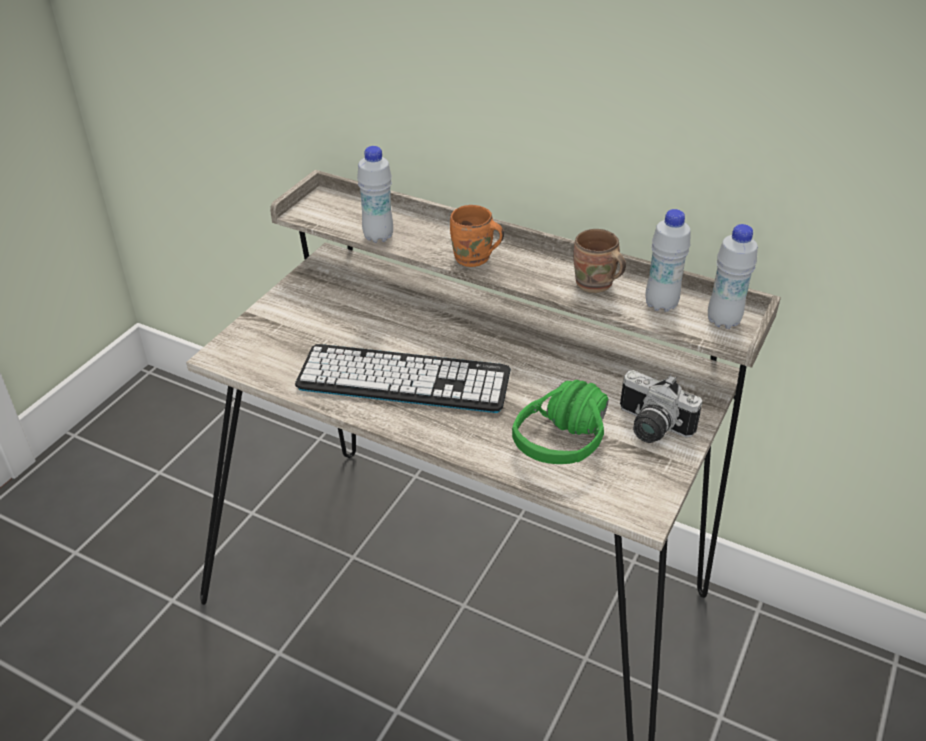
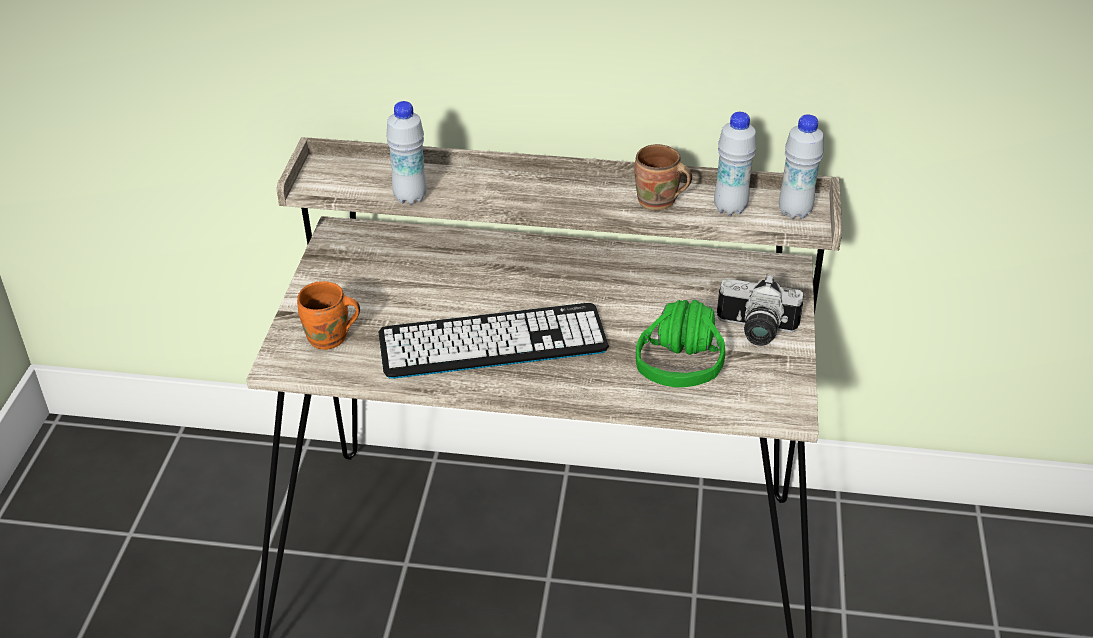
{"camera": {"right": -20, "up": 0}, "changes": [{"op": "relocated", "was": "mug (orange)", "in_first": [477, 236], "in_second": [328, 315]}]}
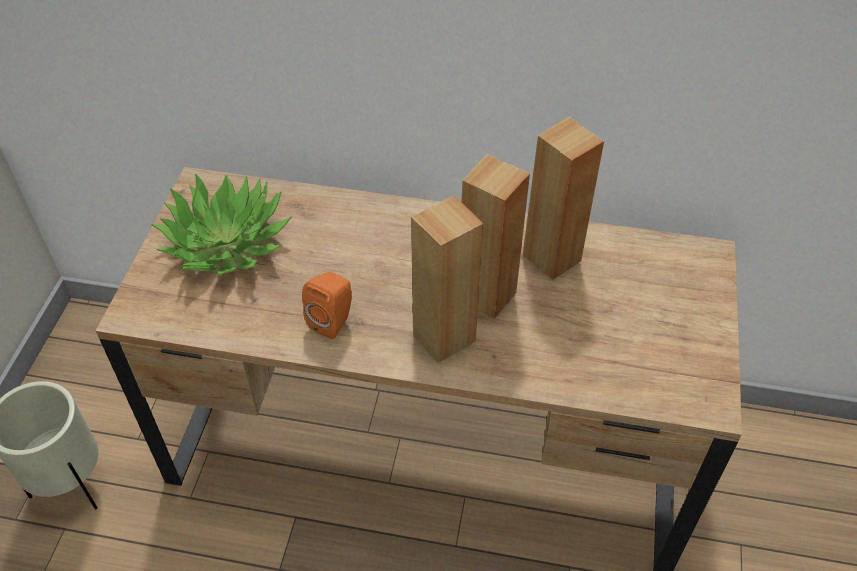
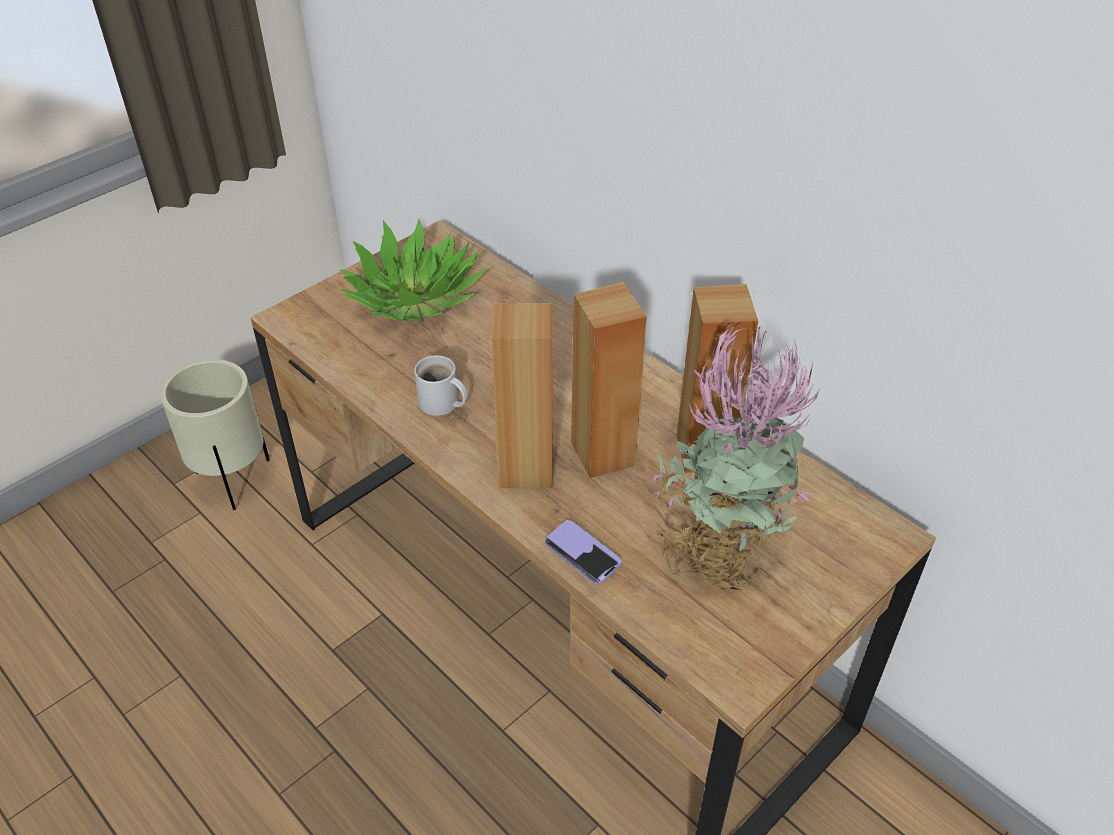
{"camera": {"right": 35, "up": -5}, "changes": [{"op": "exchanged", "was": "loudspeaker (orange)", "now": "mug (white)", "in_first": [327, 305], "in_second": [441, 385]}, {"op": "appeared", "now": "phone", "in_second": [583, 552]}, {"op": "appeared", "now": "plant in a pot", "in_second": [736, 456]}]}
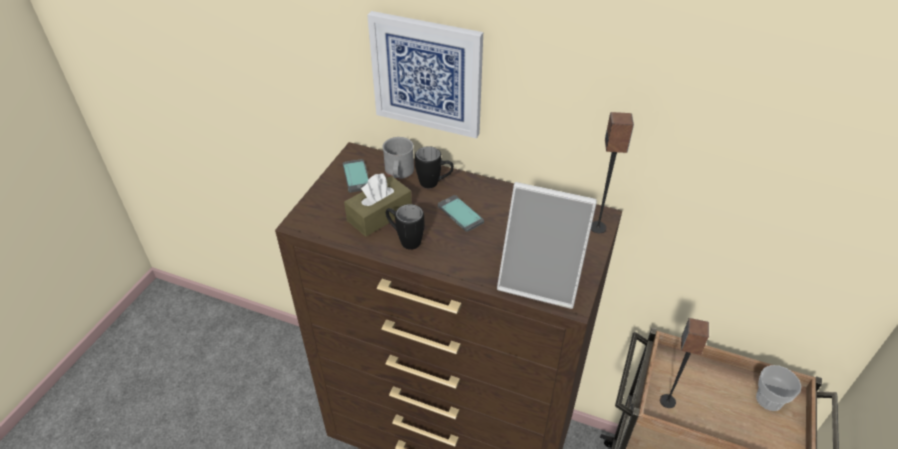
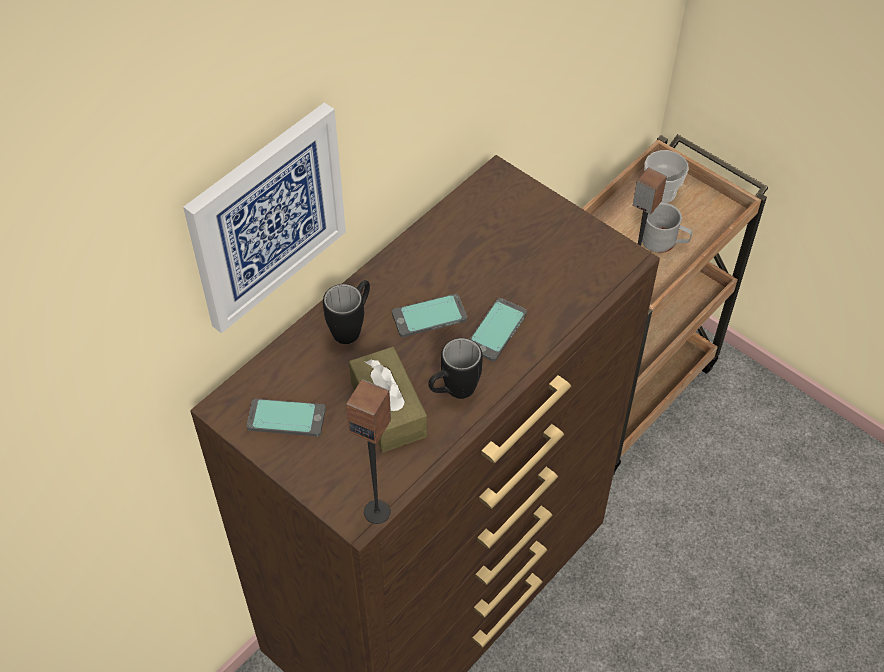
{"camera": {"right": -70, "up": 10}, "changes": [{"op": "relocated", "was": "loudspeaker", "in_first": [612, 172], "in_second": [368, 451]}, {"op": "appeared", "now": "phone", "in_second": [498, 329]}, {"op": "relocated", "was": "mug (gray)", "in_first": [398, 158], "in_second": [667, 228]}, {"op": "missing", "was": "standing frame", "in_first": [547, 245]}]}
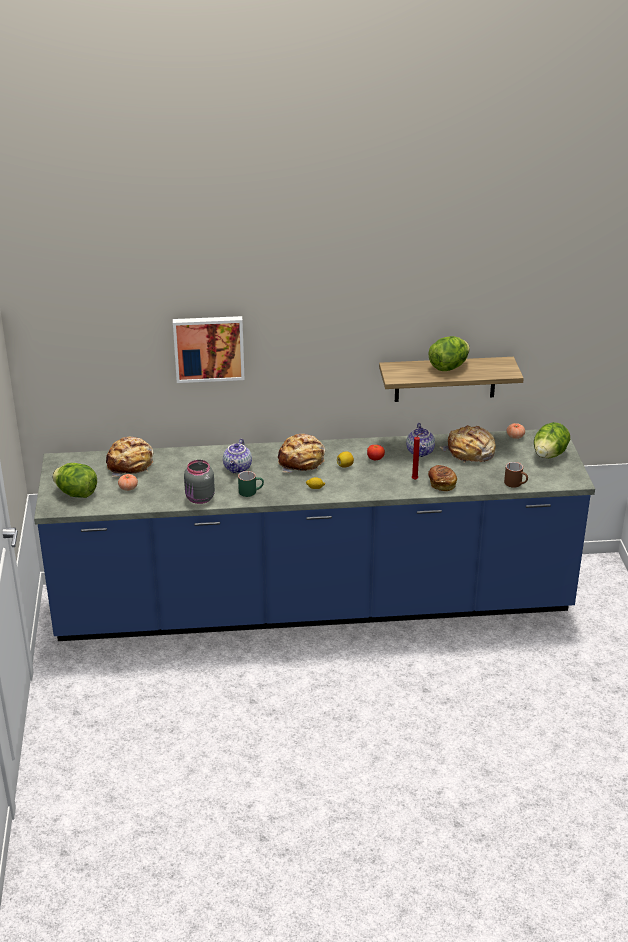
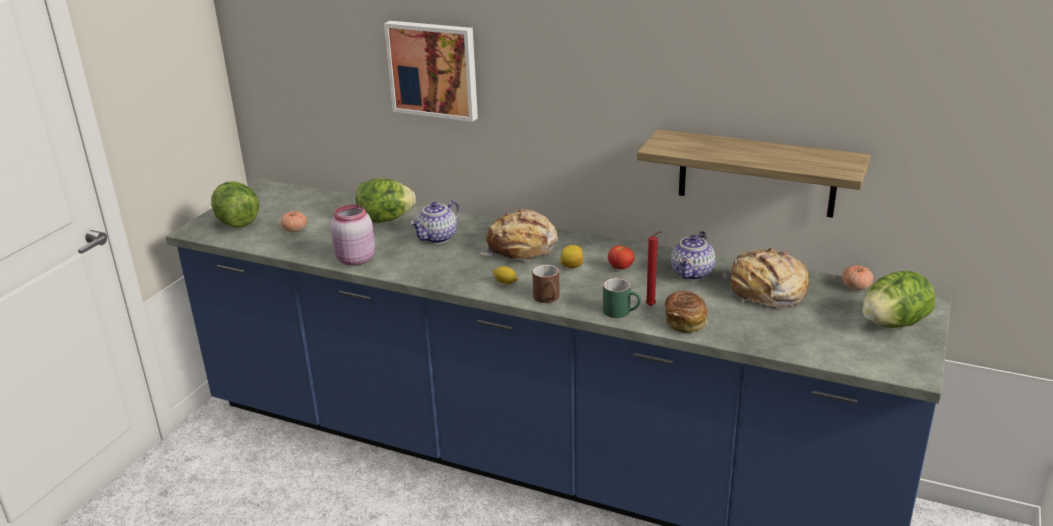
{"camera": {"right": 30, "up": -5}, "changes": [{"op": "colour", "was": "storage jar (gray)", "now": "storage jar (pink-coloured)", "in_first": [199, 482], "in_second": [353, 235]}, {"op": "relocated", "was": "lettuce", "in_first": [449, 353], "in_second": [386, 200]}, {"op": "relocated", "was": "mug (brown-coloured)", "in_first": [516, 475], "in_second": [545, 284]}, {"op": "relocated", "was": "mug (green-coloured)", "in_first": [251, 484], "in_second": [622, 298]}, {"op": "missing", "was": "bakery bread", "in_first": [129, 457]}]}
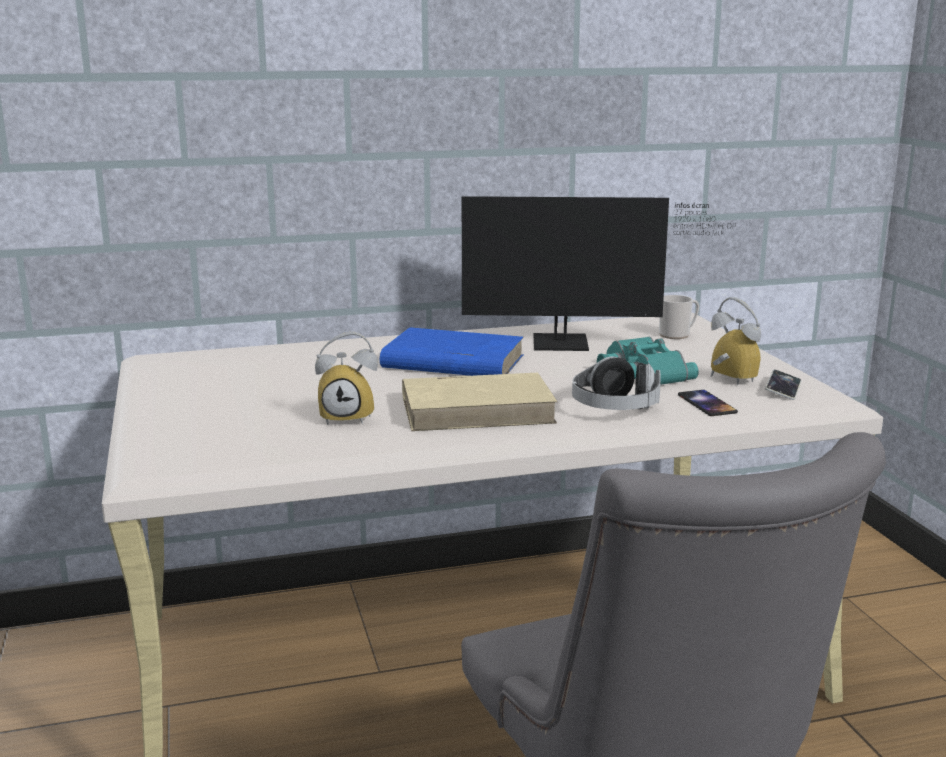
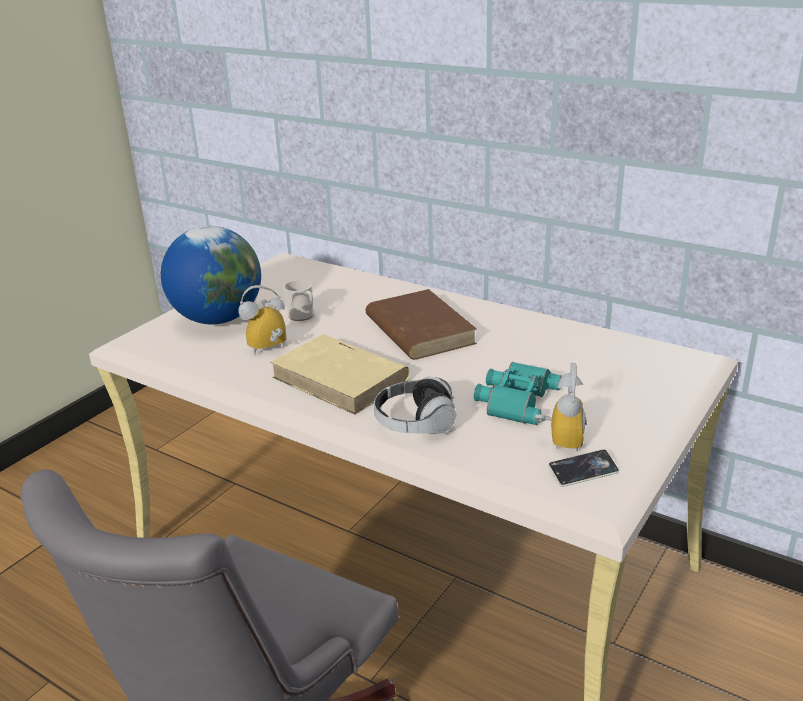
{"camera": {"right": 50, "up": 10}, "changes": [{"op": "appeared", "now": "globe", "in_second": [211, 275]}, {"op": "spun", "was": "alarm clock", "in_first": [346, 378], "in_second": [262, 319], "clockwise": 105}, {"op": "relocated", "was": "mug", "in_first": [679, 317], "in_second": [298, 300]}, {"op": "colour", "was": "book (blue-coloured)", "now": "book (brown-coloured)", "in_first": [452, 351], "in_second": [421, 324]}, {"op": "missing", "was": "computer display", "in_first": [598, 273]}, {"op": "missing", "was": "phone", "in_first": [708, 403]}]}
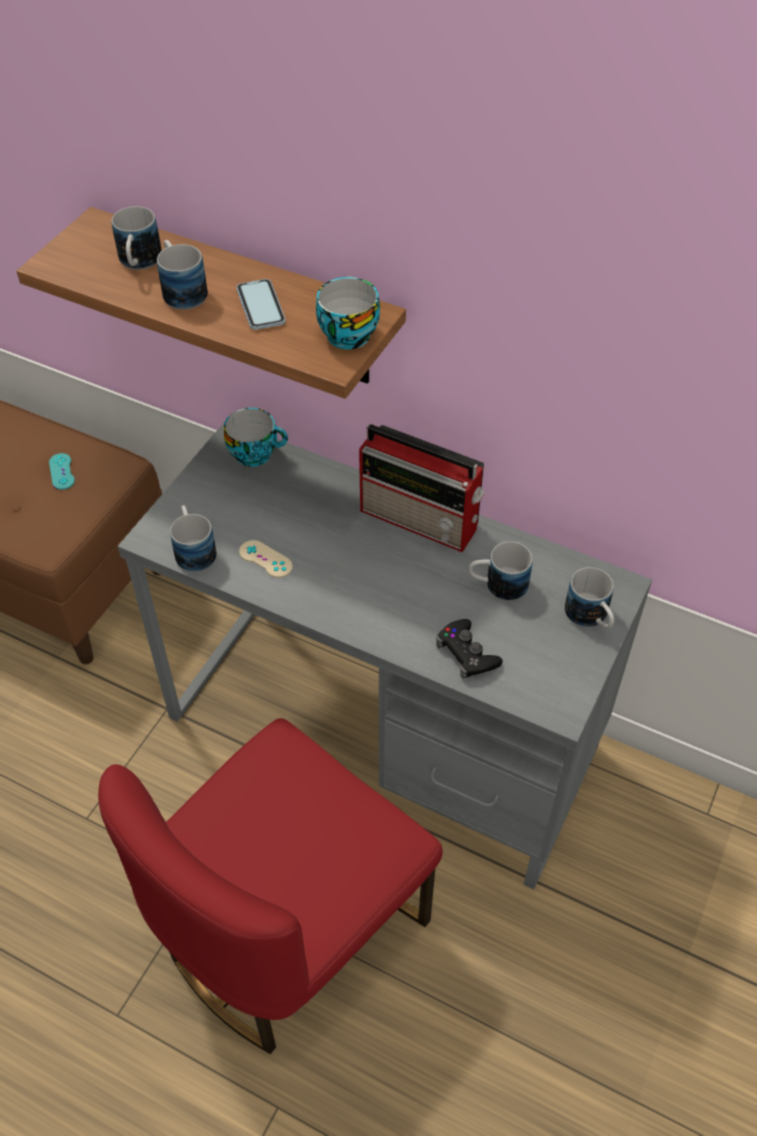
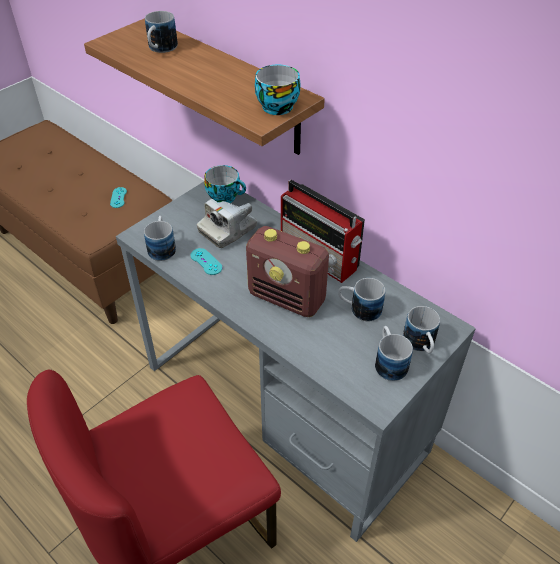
{"camera": {"right": 15, "up": -5}, "changes": [{"op": "colour", "was": "game controller (beige-coloured)", "now": "game controller (turquoise-coloured)", "in_first": [266, 559], "in_second": [206, 261]}, {"op": "appeared", "now": "still camera", "in_second": [227, 223]}, {"op": "appeared", "now": "radio receiver", "in_second": [287, 271]}, {"op": "relocated", "was": "mug", "in_first": [182, 275], "in_second": [394, 353]}, {"op": "missing", "was": "phone", "in_first": [261, 304]}, {"op": "missing", "was": "game controller (black)", "in_first": [469, 649]}]}
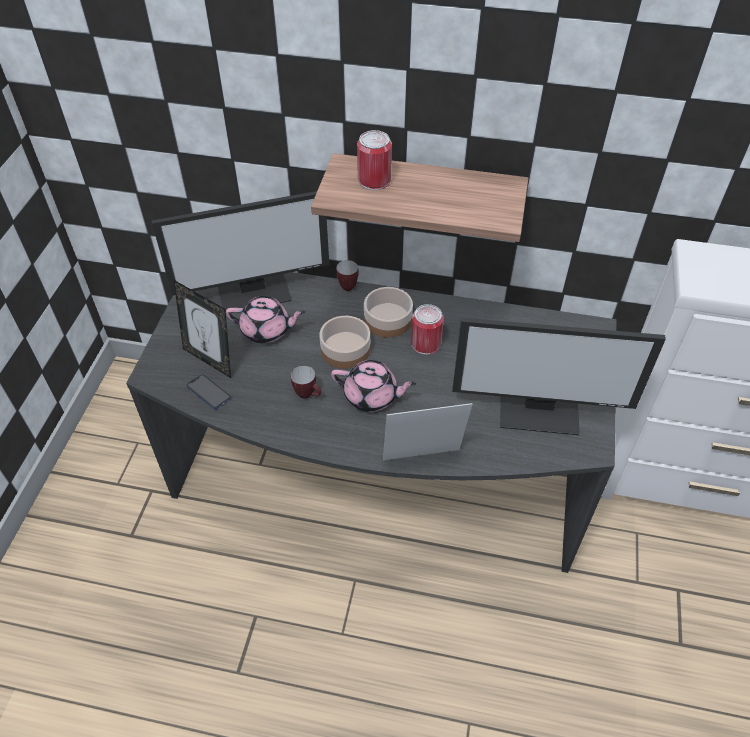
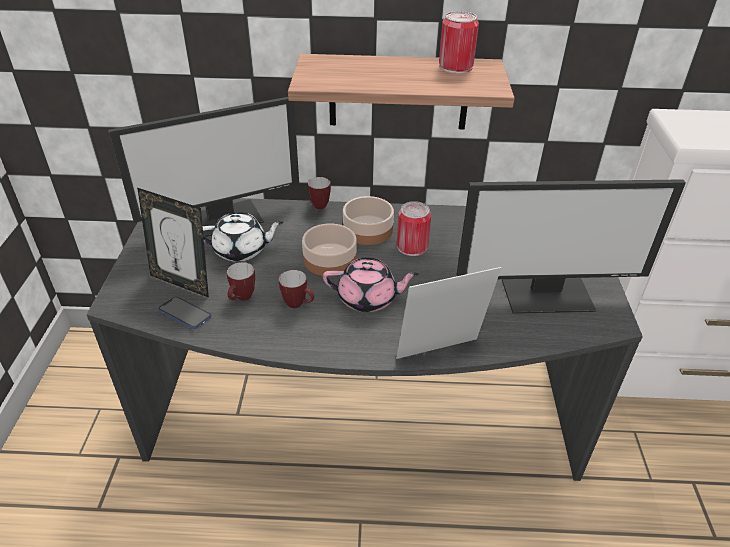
{"camera": {"right": -10, "up": -10}, "changes": [{"op": "colour", "was": "tea pot (pink-coloured)", "now": "tea pot (white)", "in_first": [265, 319], "in_second": [243, 237]}, {"op": "appeared", "now": "mug", "in_second": [241, 281]}, {"op": "relocated", "was": "metal can", "in_first": [374, 160], "in_second": [459, 42]}]}
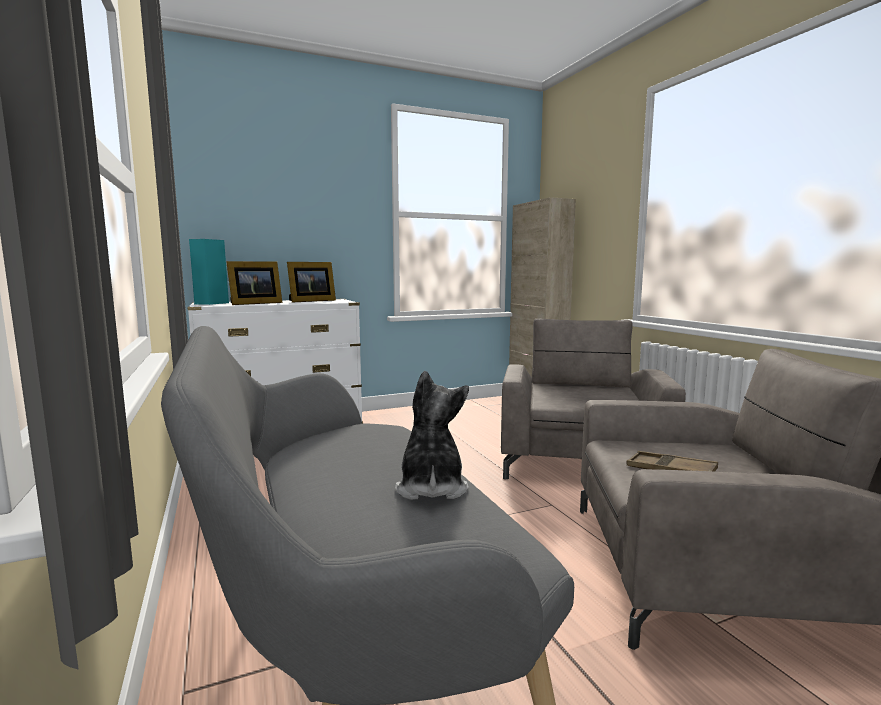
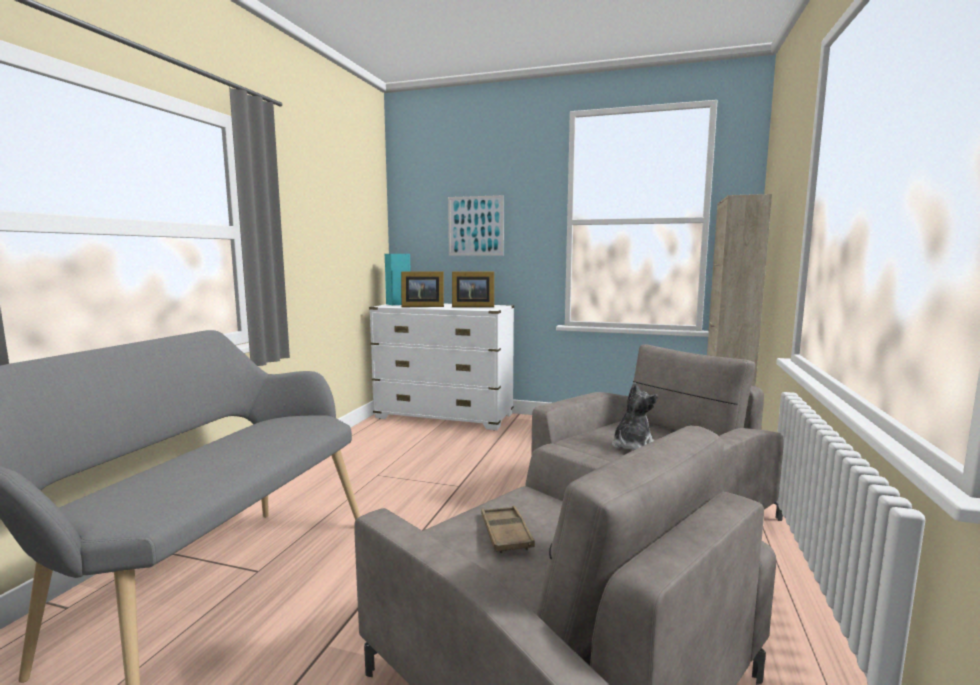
{"camera": {"right": 40, "up": 0}, "changes": [{"op": "appeared", "now": "picture", "in_second": [476, 225]}, {"op": "relocated", "was": "cuddly toy", "in_first": [432, 435], "in_second": [635, 416]}]}
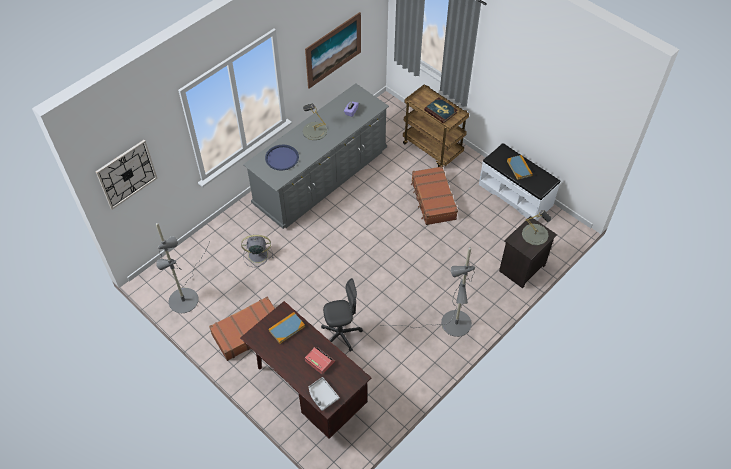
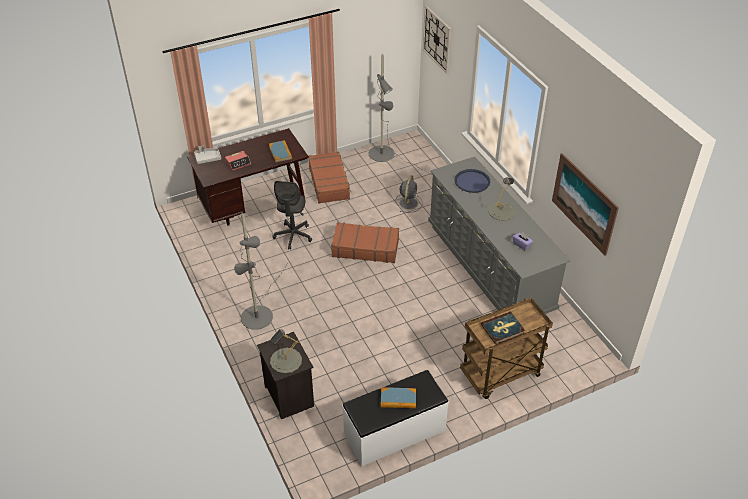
{"camera": {"right": 110, "up": -10}, "changes": [{"op": "relocated", "was": "travel case (brown-coloured)", "in_first": [434, 195], "in_second": [365, 242]}]}
